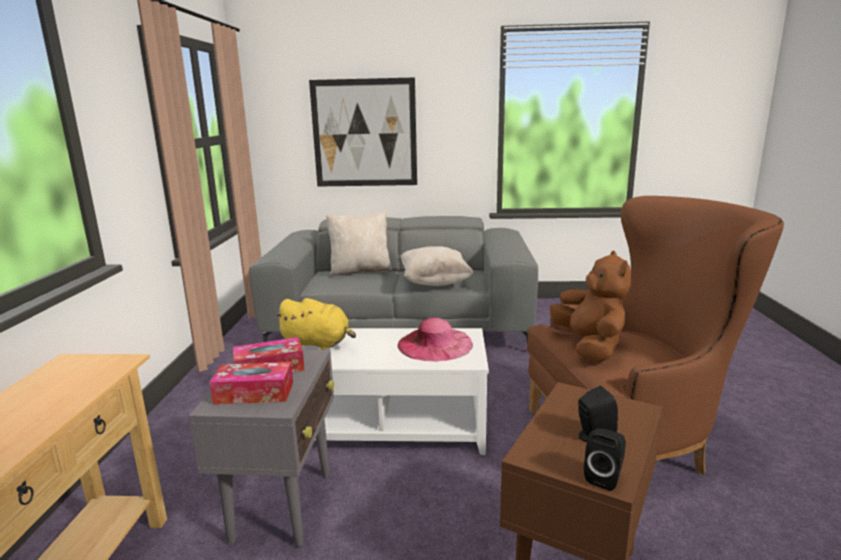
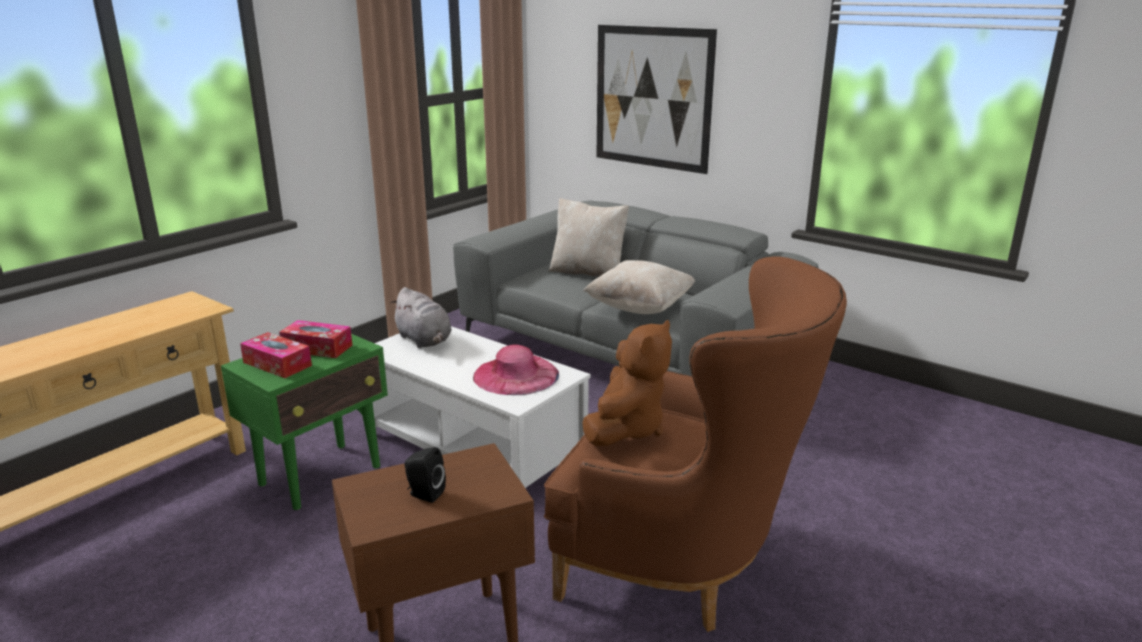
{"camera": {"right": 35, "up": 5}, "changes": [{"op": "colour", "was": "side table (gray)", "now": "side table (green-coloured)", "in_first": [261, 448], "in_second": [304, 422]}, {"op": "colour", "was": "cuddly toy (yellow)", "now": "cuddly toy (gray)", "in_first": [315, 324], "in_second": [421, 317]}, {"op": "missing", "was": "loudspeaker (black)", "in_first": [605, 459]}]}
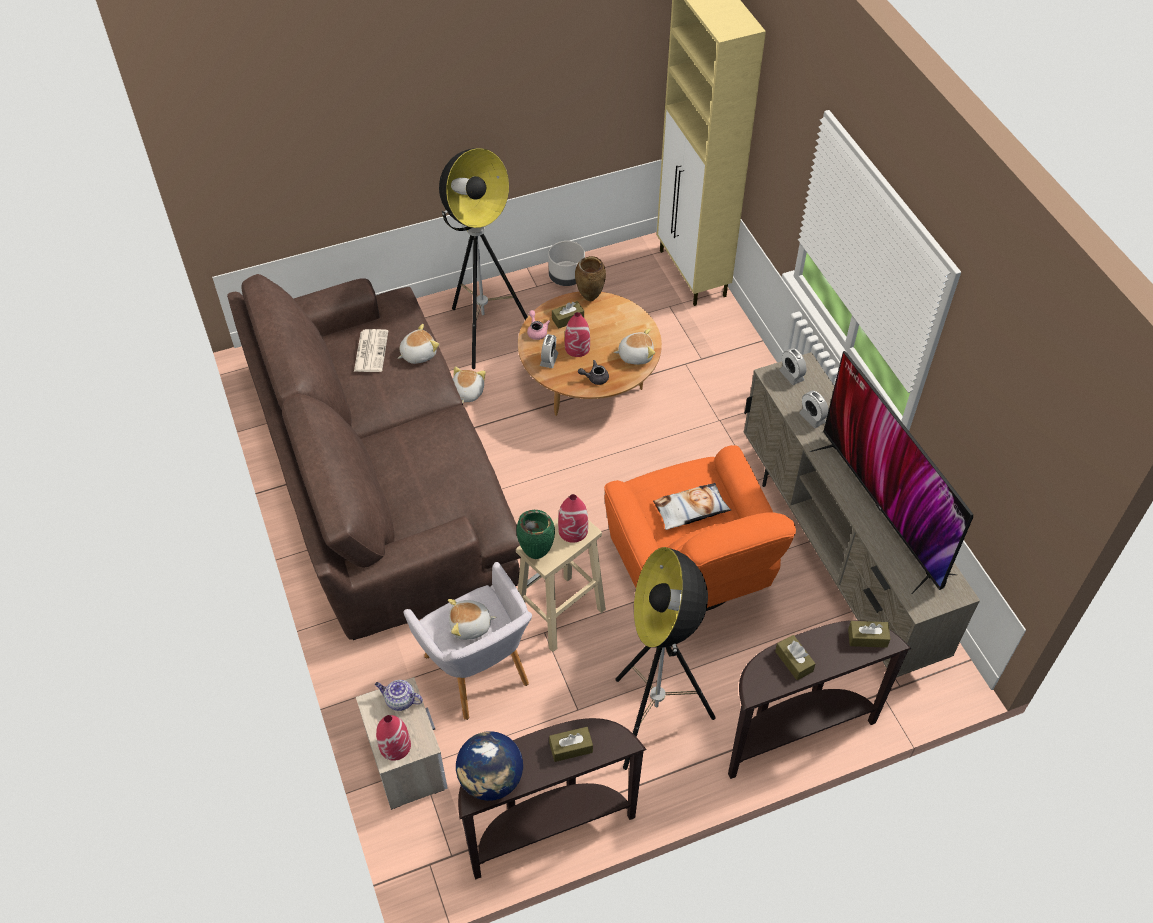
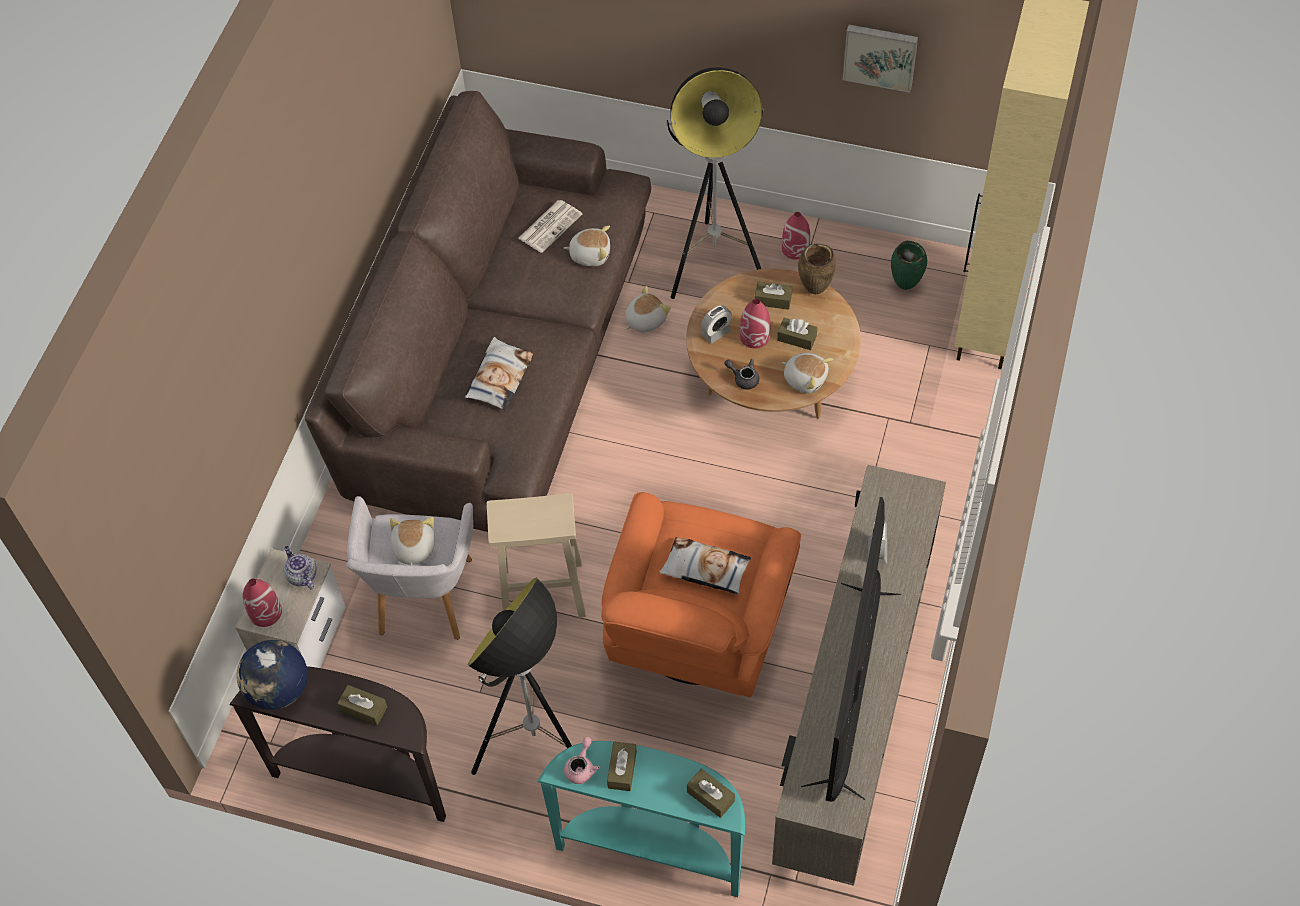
{"camera": {"right": 40, "up": 5}, "changes": [{"op": "spun", "was": "cuddly toy", "in_first": [472, 619], "in_second": [412, 541], "clockwise": 60}, {"op": "appeared", "now": "throw pillow", "in_second": [499, 374]}, {"op": "colour", "was": "narrow table (brown-coloured)", "now": "narrow table (turquoise-coloured)", "in_first": [819, 699], "in_second": [641, 819]}, {"op": "relocated", "was": "tea pot (pink-coloured)", "in_first": [538, 325], "in_second": [582, 760]}, {"op": "appeared", "now": "tissue box (brown-coloured)", "in_second": [797, 334]}, {"op": "relocated", "was": "flower vase (red)", "in_first": [573, 518], "in_second": [796, 235]}, {"op": "appeared", "now": "picture", "in_second": [880, 59]}, {"op": "relocated", "was": "flower vase (green-coloured)", "in_first": [536, 534], "in_second": [909, 265]}, {"op": "missing", "was": "flower pot (gray)", "in_first": [566, 263]}, {"op": "missing", "was": "alarm clock", "in_first": [793, 366]}]}
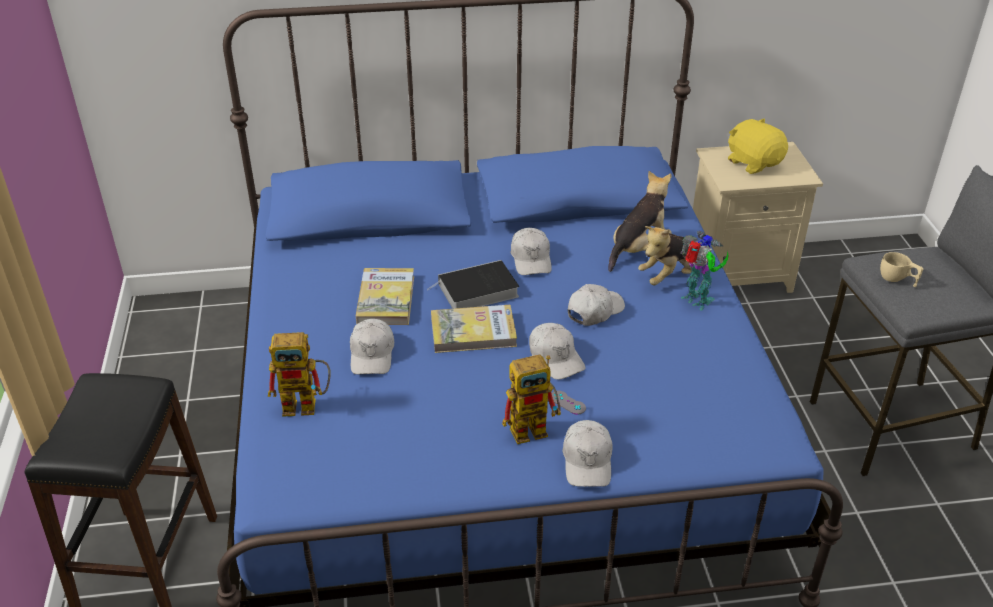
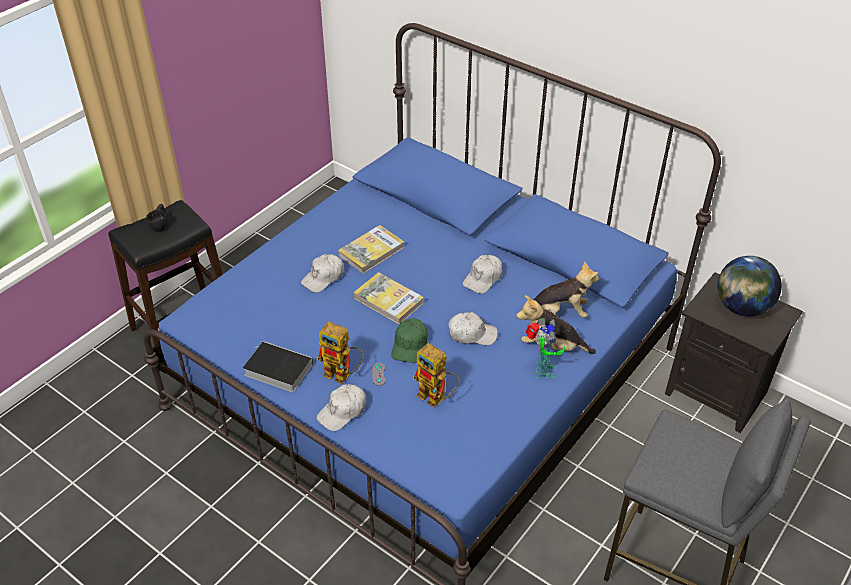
{"camera": {"right": 45, "up": 5}, "changes": [{"op": "appeared", "now": "cup (black)", "in_second": [156, 218]}, {"op": "relocated", "was": "book", "in_first": [473, 284], "in_second": [278, 366]}, {"op": "colour", "was": "baseball cap (white)", "now": "baseball cap (green-coloured)", "in_first": [557, 351], "in_second": [409, 340]}, {"op": "relocated", "was": "toy robot", "in_first": [299, 374], "in_second": [436, 375]}, {"op": "colour", "was": "night table (beige-coloured)", "now": "night table (black)", "in_first": [758, 217], "in_second": [734, 352]}, {"op": "exchanged", "was": "cuddly toy (yellow)", "now": "globe", "in_first": [758, 146], "in_second": [749, 286]}, {"op": "missing", "was": "cup (beige-coloured)", "in_first": [901, 269]}]}
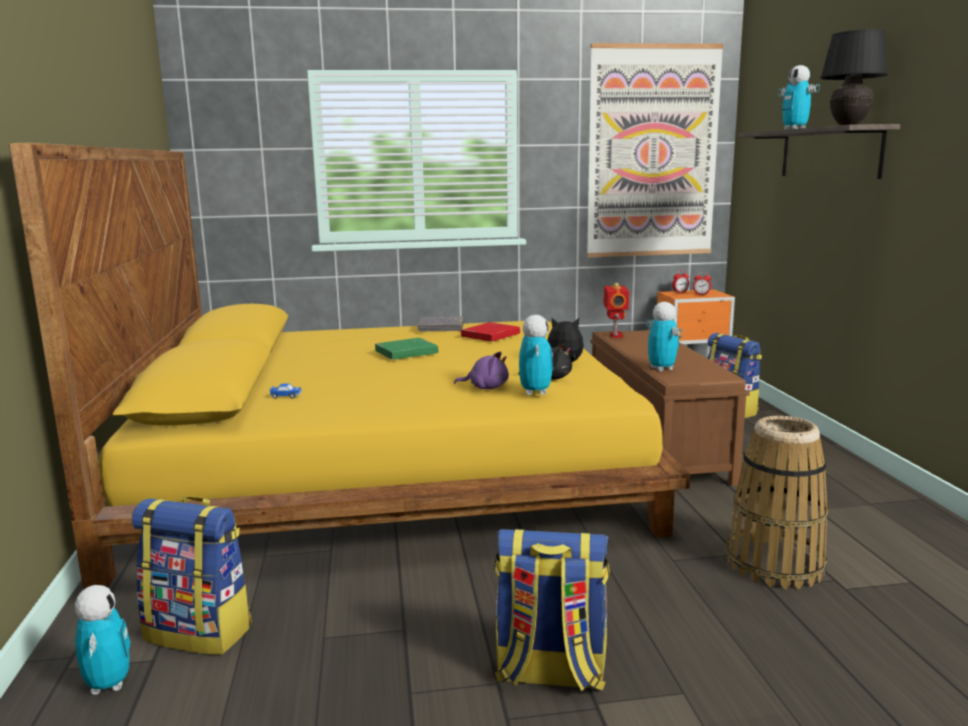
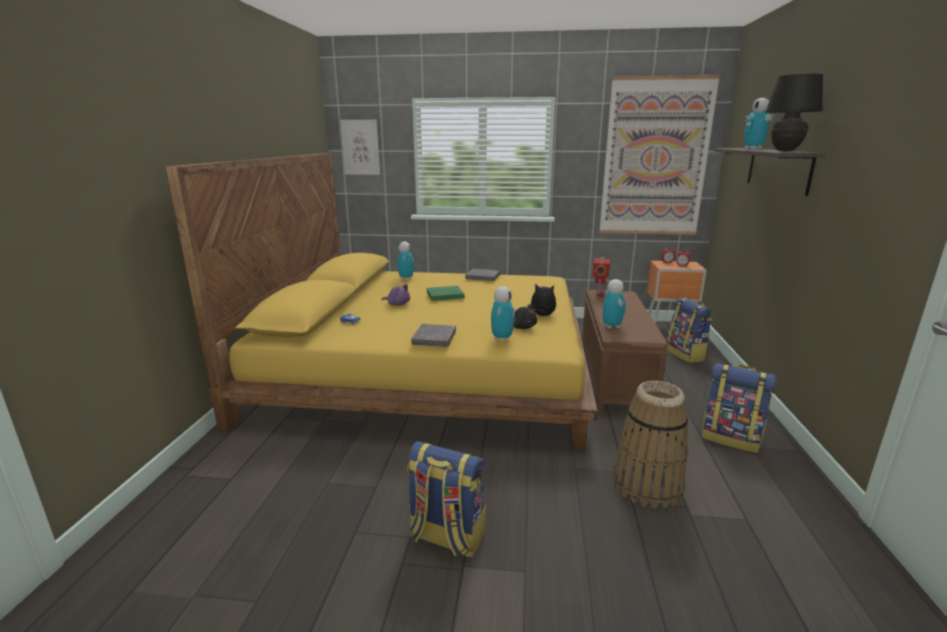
{"camera": {"right": 15, "up": 5}, "changes": [{"op": "appeared", "now": "picture", "in_second": [360, 147]}, {"op": "relocated", "was": "cuddly toy (purple-coloured)", "in_first": [481, 370], "in_second": [396, 295]}, {"op": "relocated", "was": "toy robot", "in_first": [103, 640], "in_second": [406, 261]}, {"op": "appeared", "now": "book (gray)", "in_second": [433, 335]}, {"op": "relocated", "was": "backpack", "in_first": [192, 575], "in_second": [739, 408]}, {"op": "missing", "was": "book (red)", "in_first": [490, 332]}]}
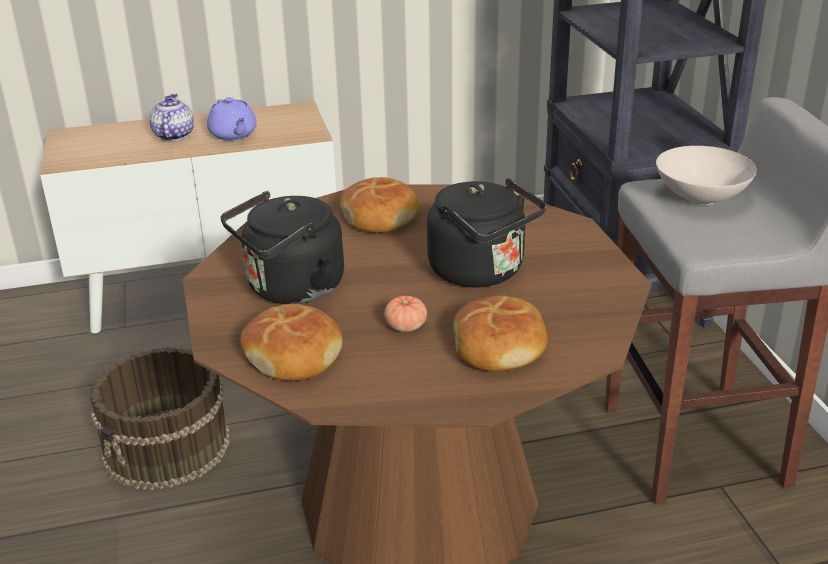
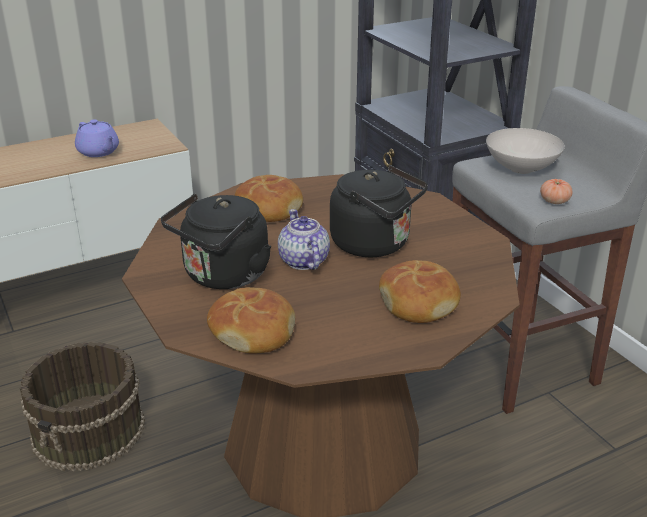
{"camera": {"right": -15, "up": 0}, "changes": [{"op": "relocated", "was": "tea pot", "in_first": [171, 117], "in_second": [304, 239]}, {"op": "relocated", "was": "fresh tomato", "in_first": [405, 314], "in_second": [556, 191]}]}
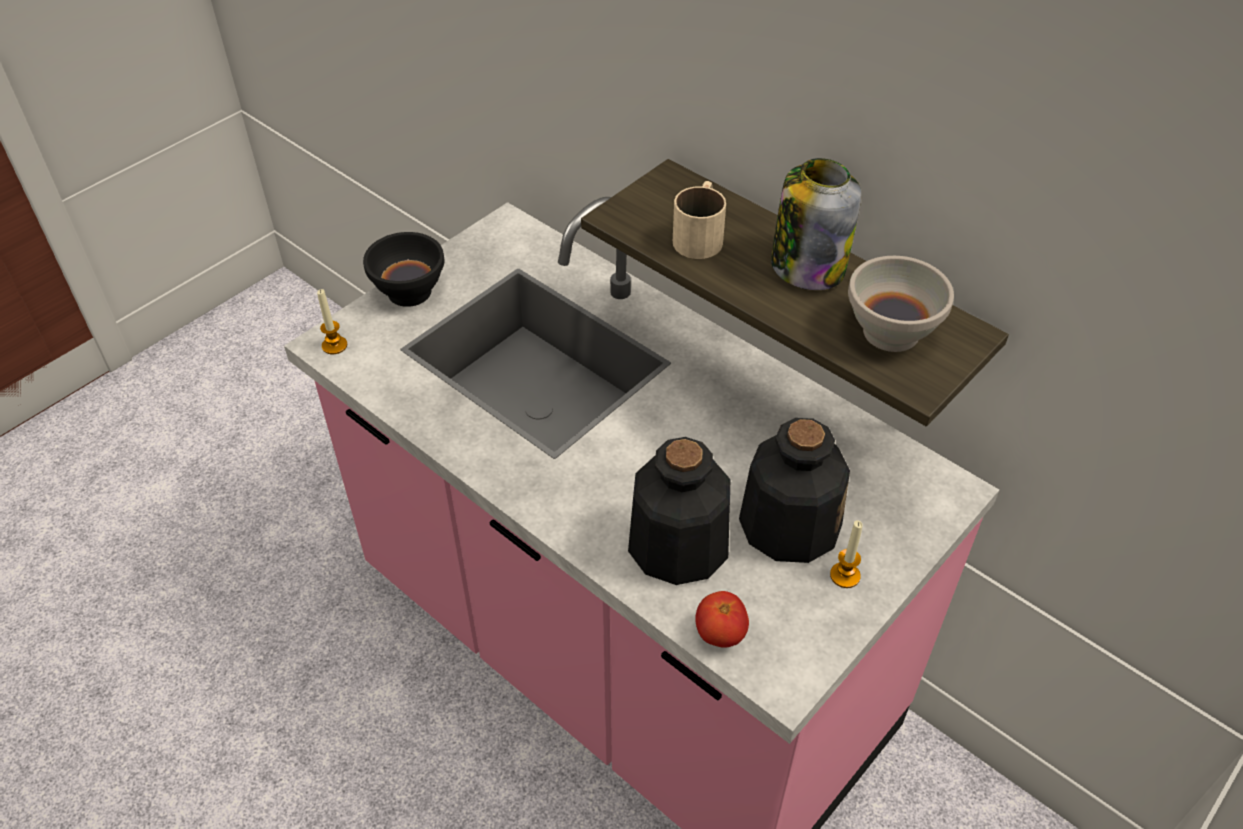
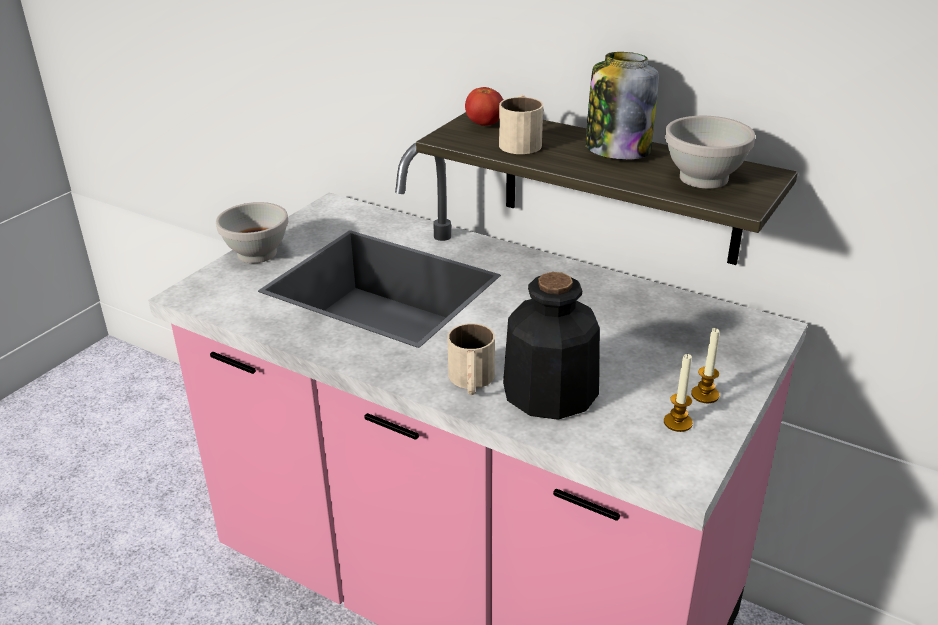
{"camera": {"right": -10, "up": -15}, "changes": [{"op": "colour", "was": "bowl (black)", "now": "bowl (white)", "in_first": [403, 269], "in_second": [252, 232]}, {"op": "appeared", "now": "mug (beige-coloured)", "in_second": [471, 359]}, {"op": "relocated", "was": "fresh tomato", "in_first": [722, 619], "in_second": [484, 106]}, {"op": "relocated", "was": "candle", "in_first": [332, 321], "in_second": [678, 393]}, {"op": "missing", "was": "drink bottle", "in_first": [794, 490]}]}
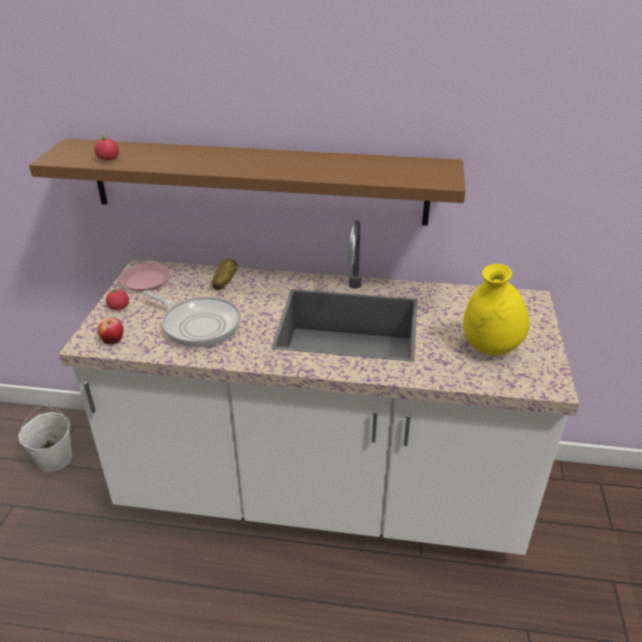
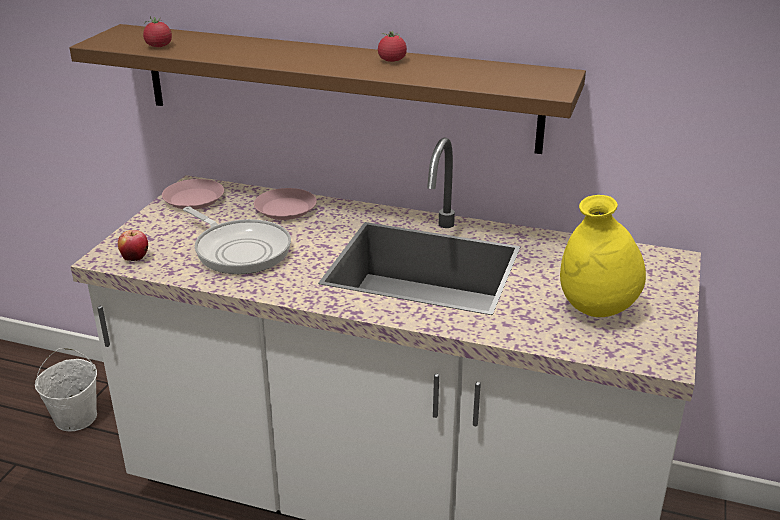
{"camera": {"right": 10, "up": -5}, "changes": [{"op": "exchanged", "was": "spud", "now": "plate (pink-coloured)", "in_first": [224, 274], "in_second": [285, 204]}, {"op": "relocated", "was": "fresh tomato", "in_first": [117, 298], "in_second": [392, 46]}]}
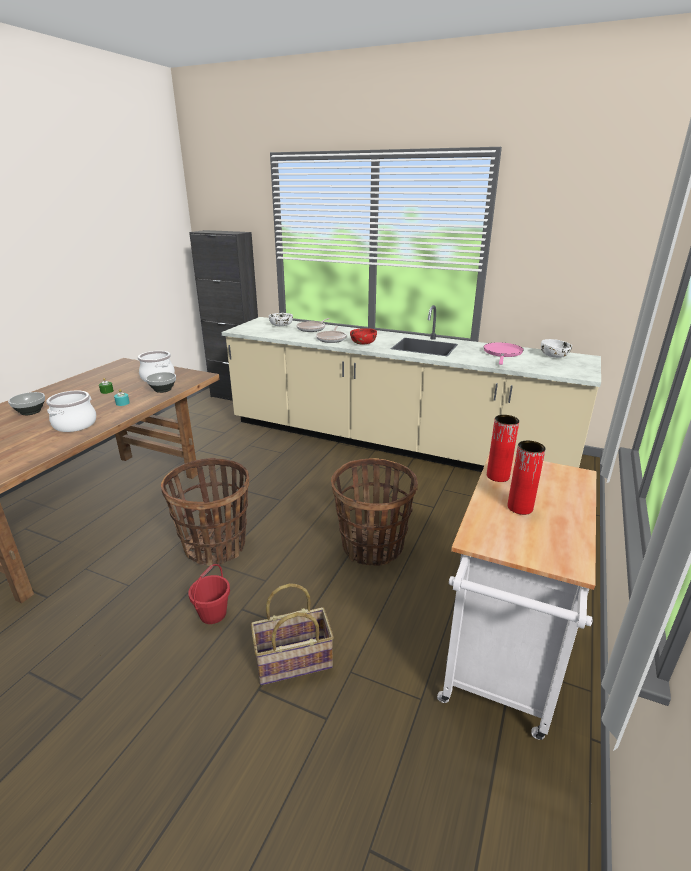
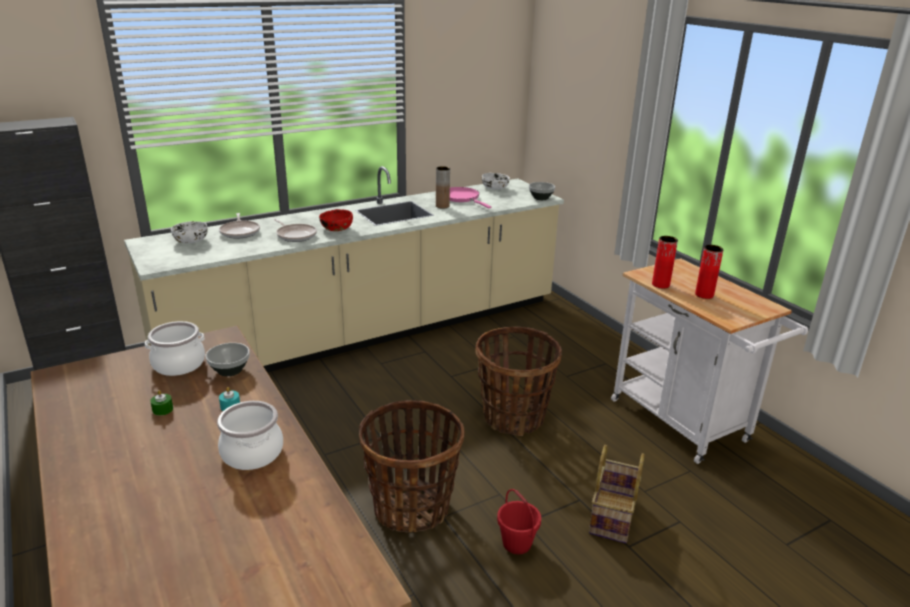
{"camera": {"right": -55, "up": 0}, "changes": [{"op": "appeared", "now": "flower vase (brown-coloured)", "in_second": [443, 187]}, {"op": "relocated", "was": "bowl", "in_first": [26, 403], "in_second": [542, 191]}]}
